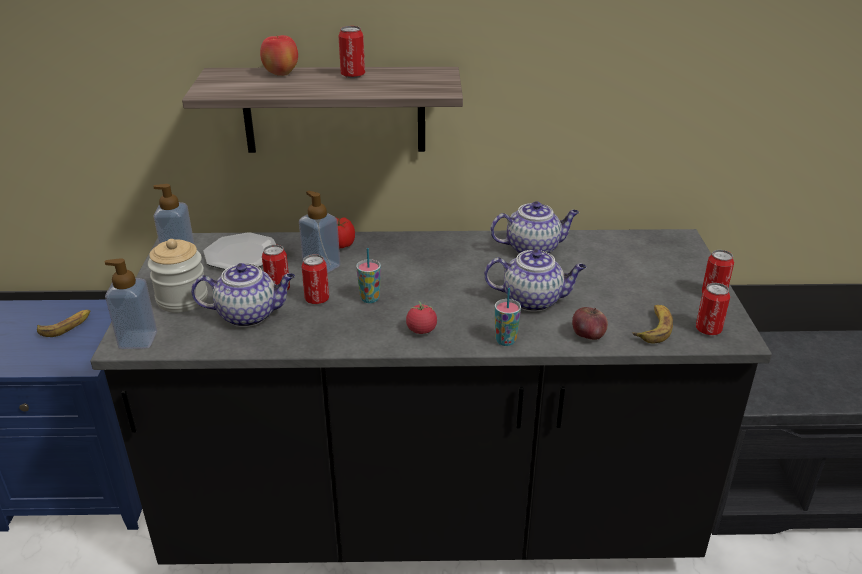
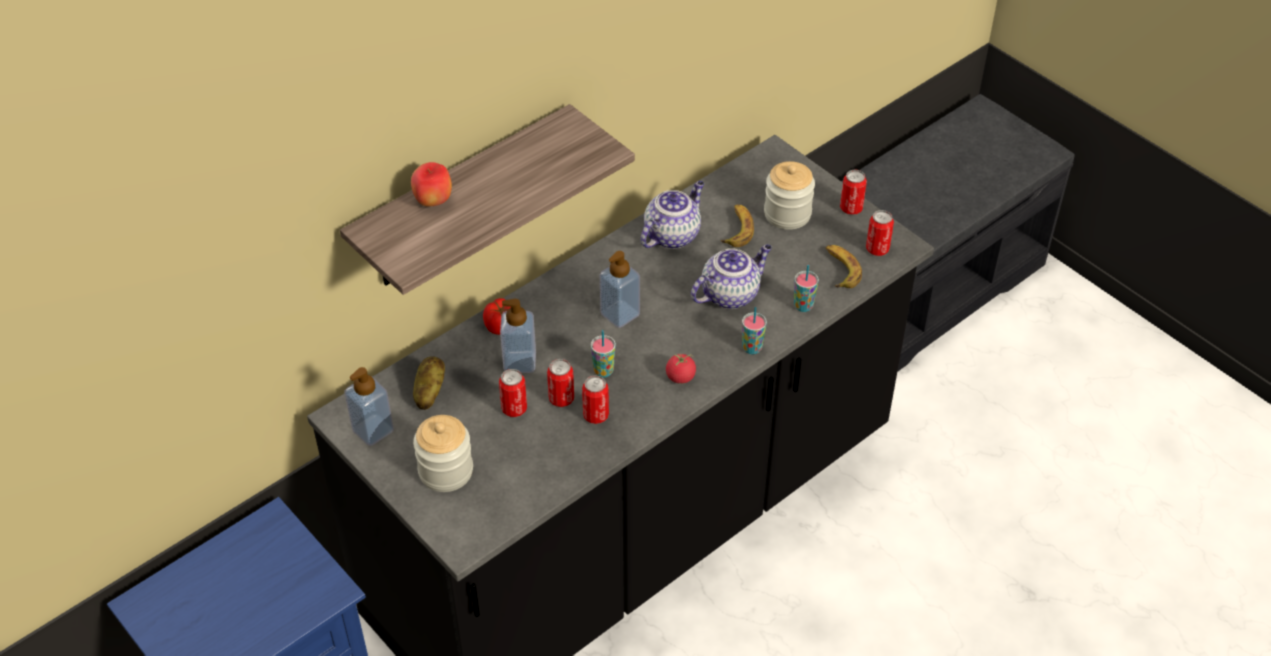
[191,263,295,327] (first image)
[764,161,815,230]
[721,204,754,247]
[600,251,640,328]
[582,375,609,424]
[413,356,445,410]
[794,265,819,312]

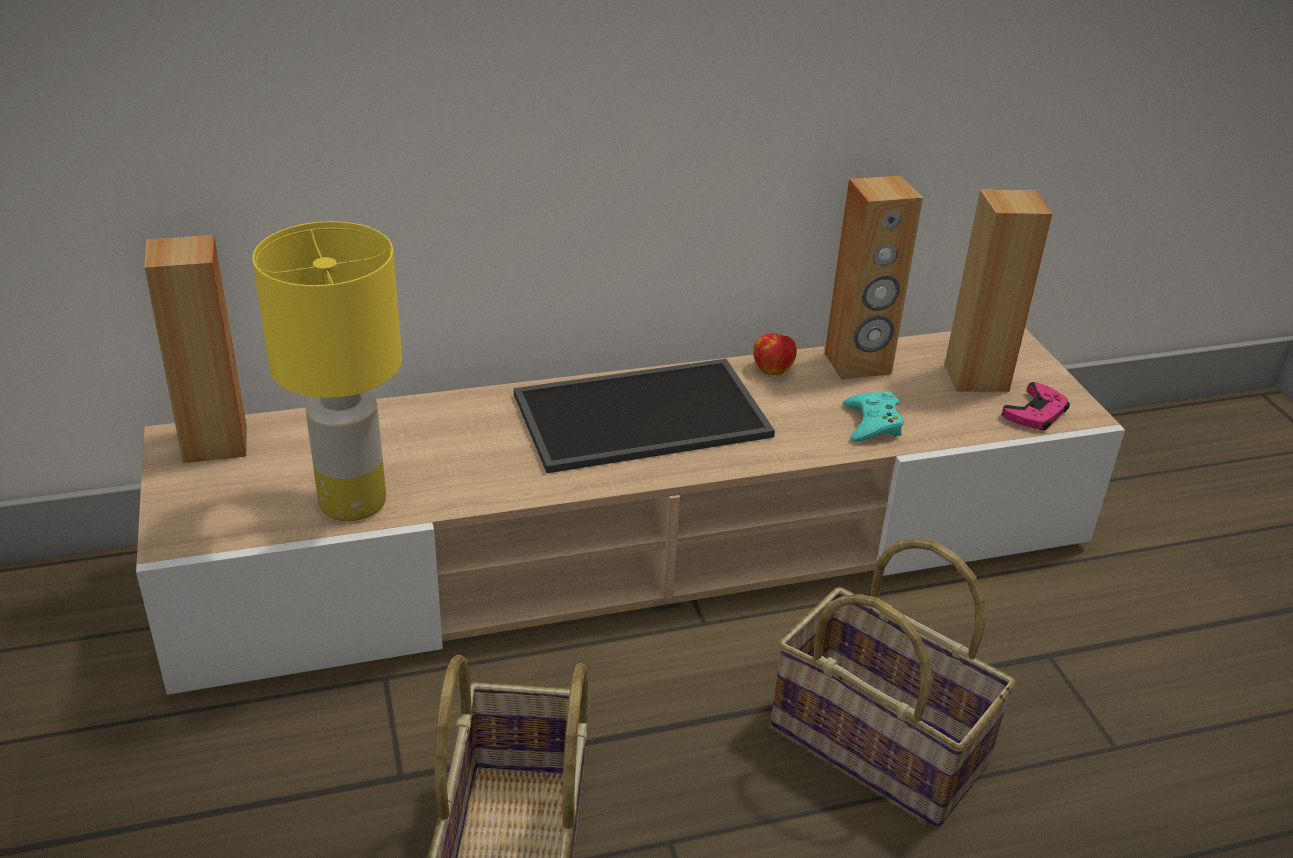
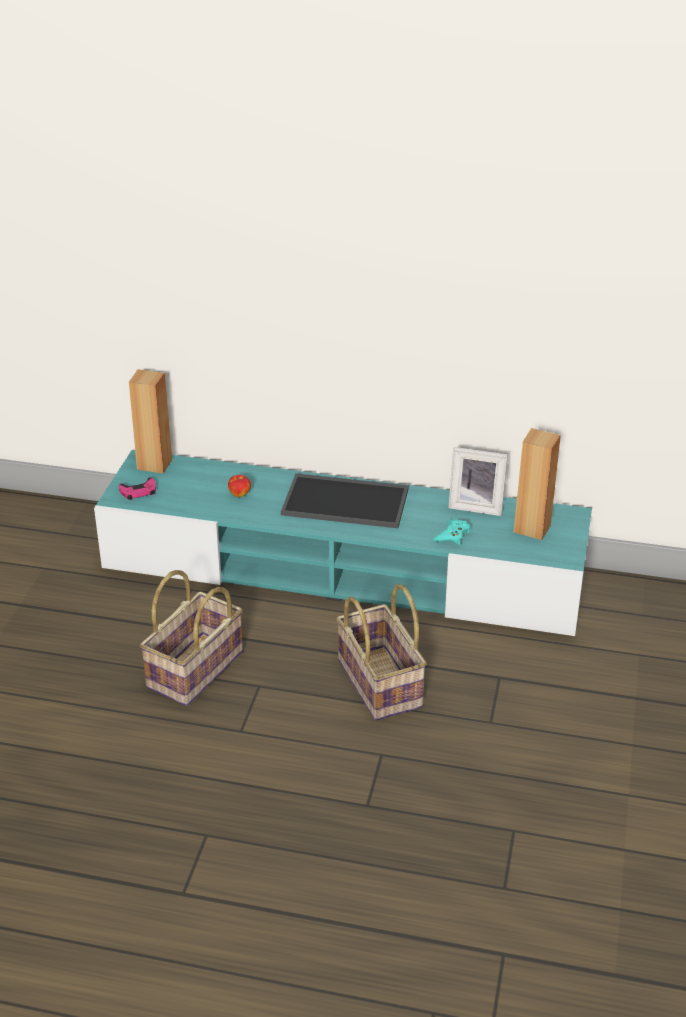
[252,221,402,521] (first image)
[228,475,251,497]
[119,477,156,500]
[448,447,508,516]
[94,450,592,636]

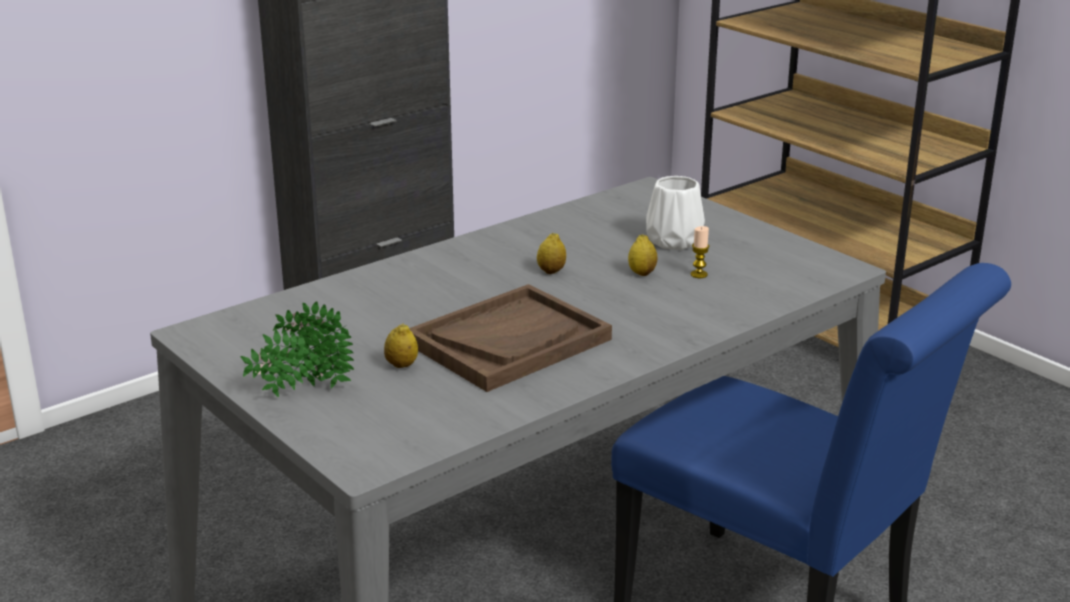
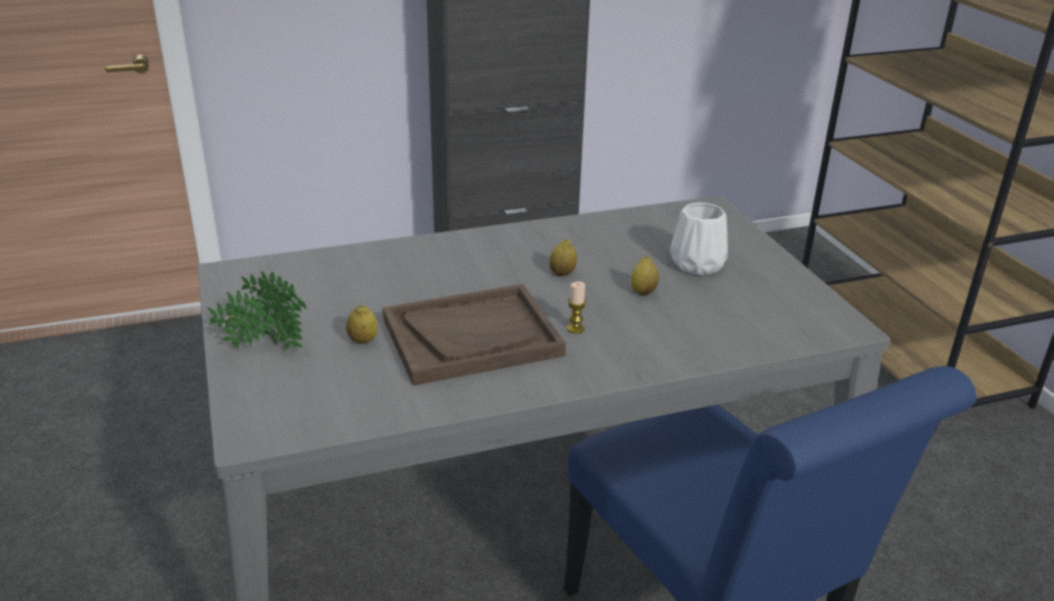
[567,282,586,334]

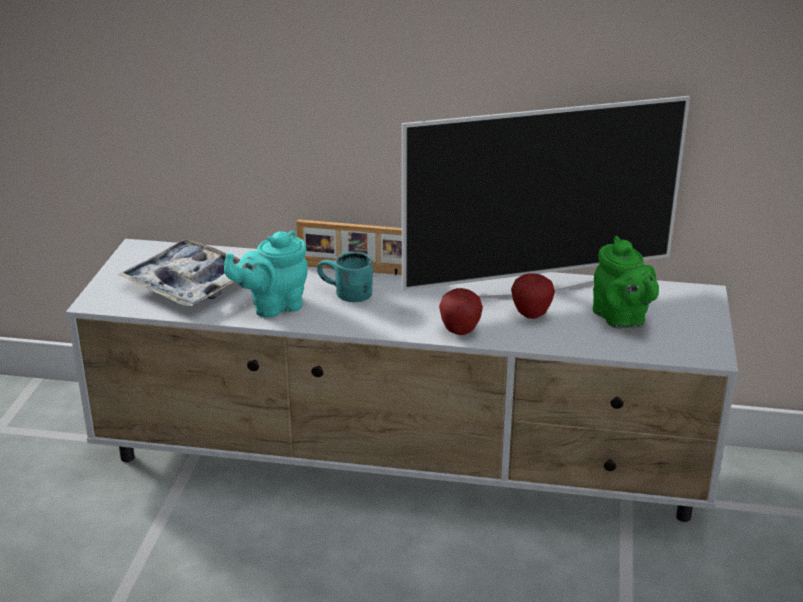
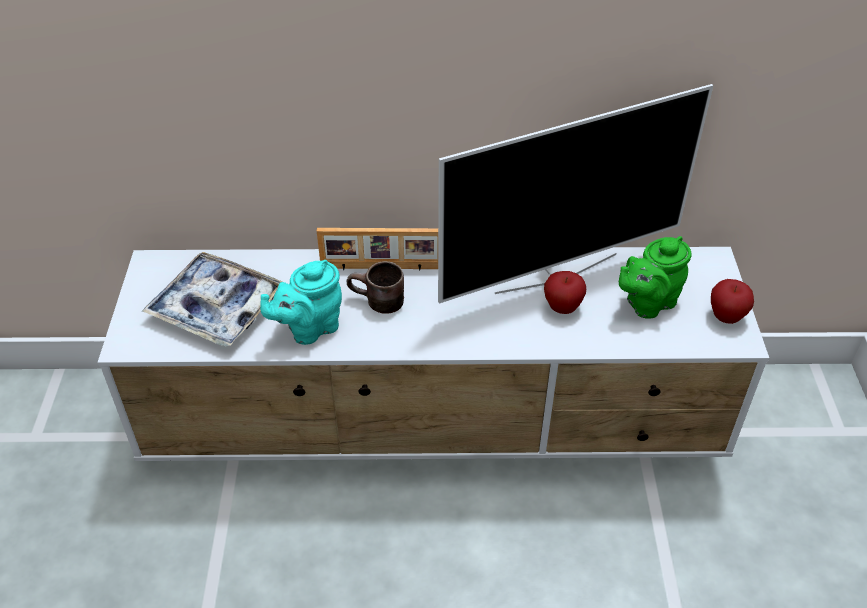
[711,279,754,324]
[347,261,404,314]
[619,236,692,319]

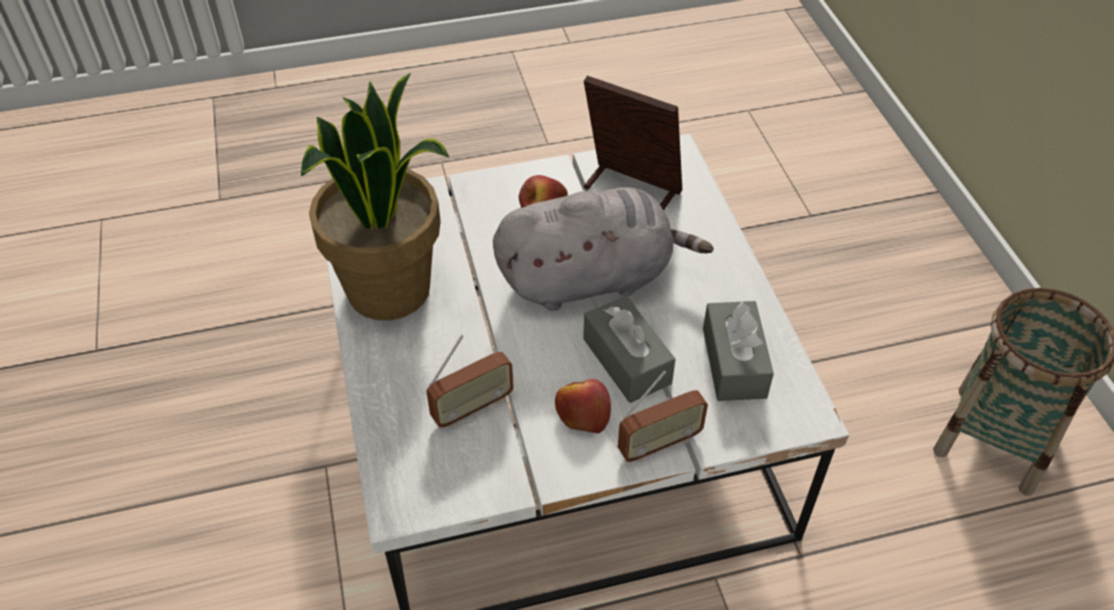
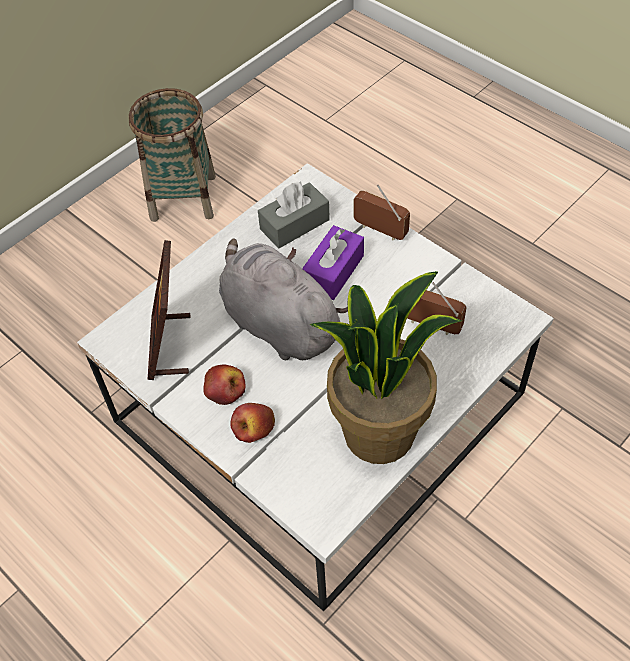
[230,403,275,443]
[302,225,364,300]

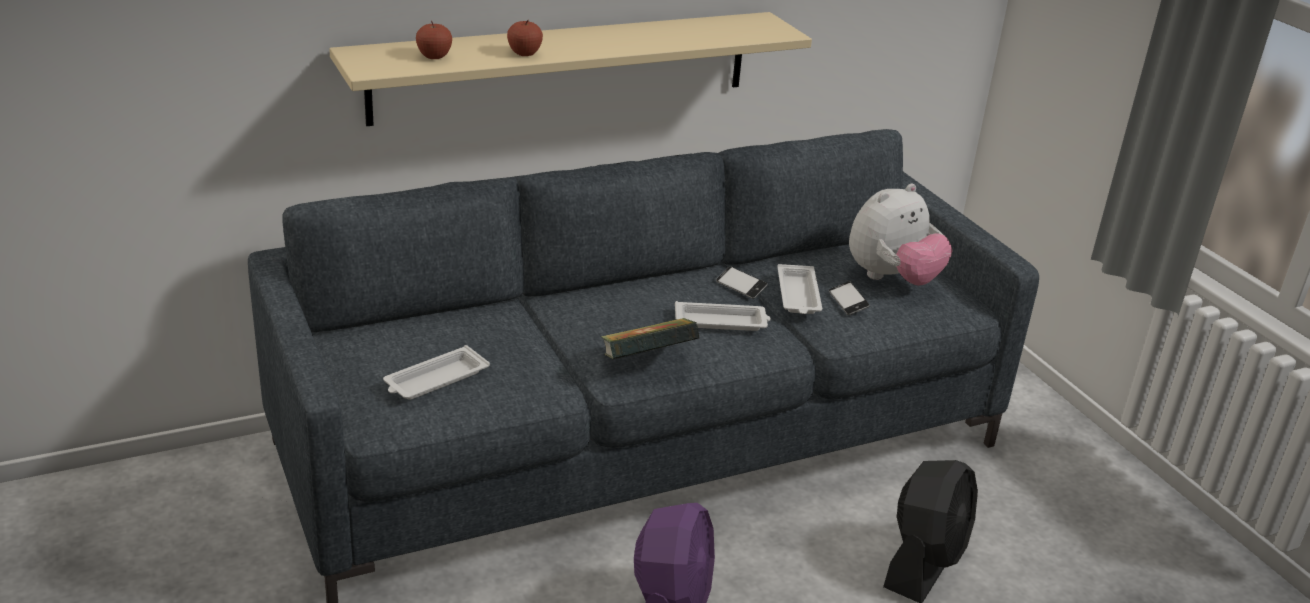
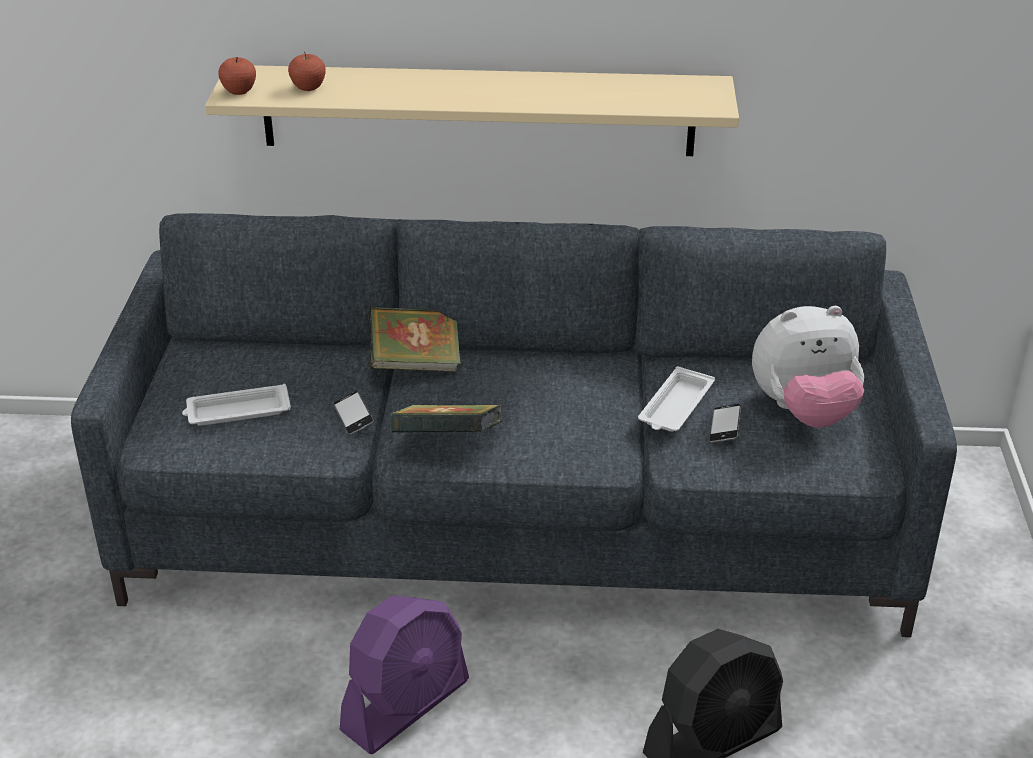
[675,301,771,331] (first image)
[368,307,461,372]
[218,57,256,95]
[334,391,374,435]

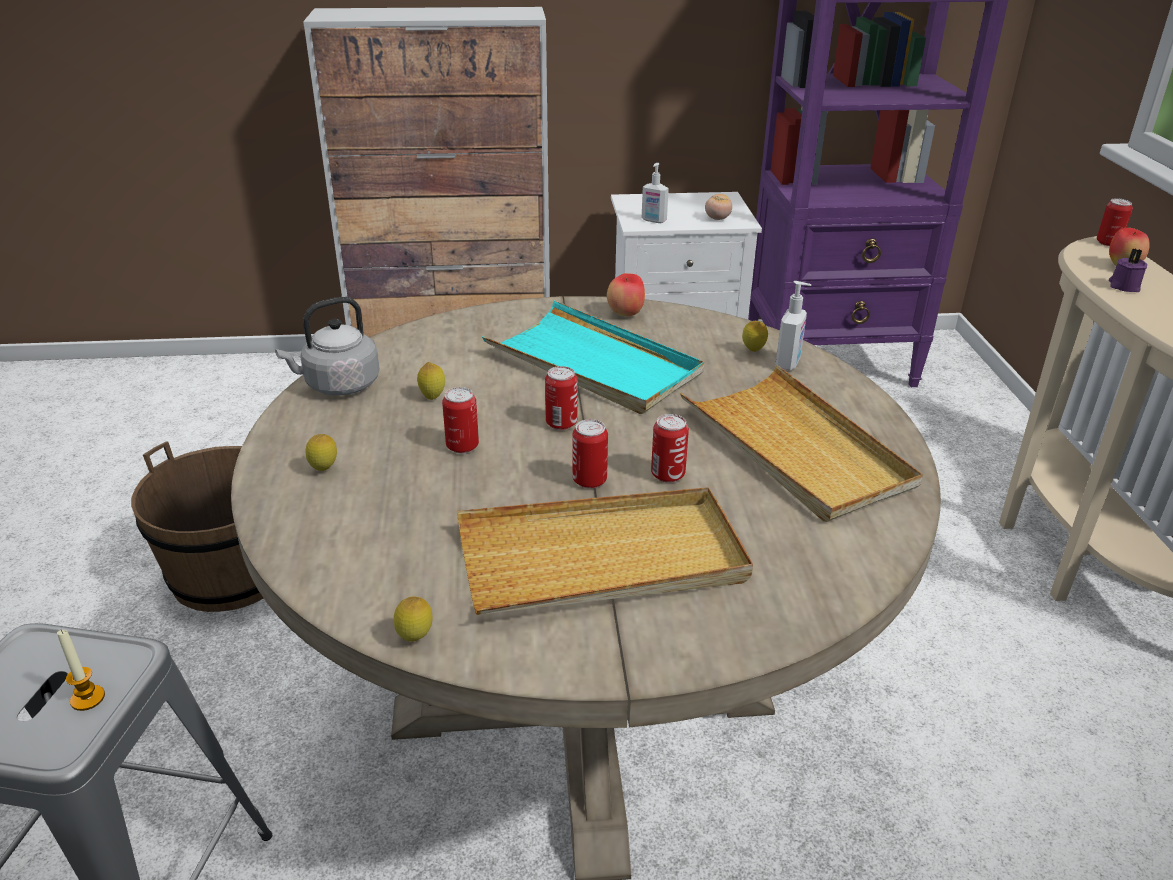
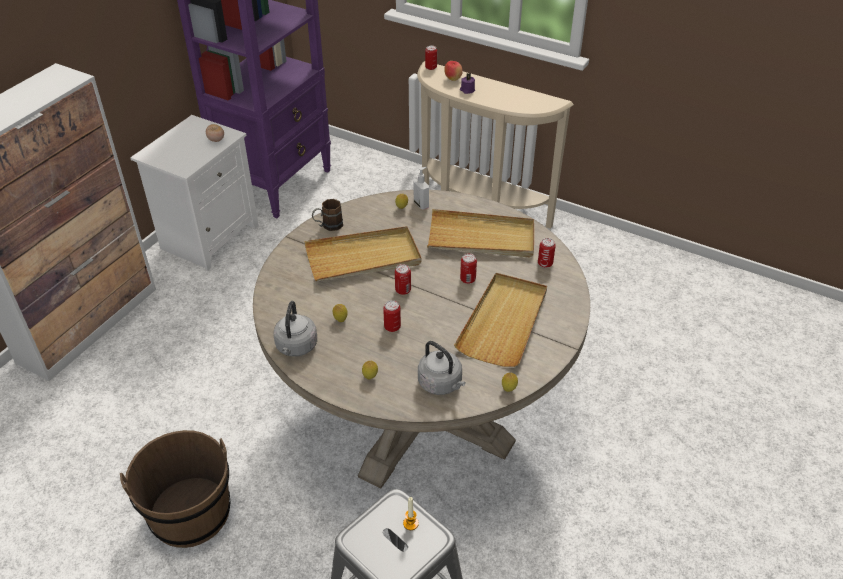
[642,163,669,223] (first image)
[418,341,466,395]
[538,238,556,268]
[312,199,343,231]
[304,226,421,281]

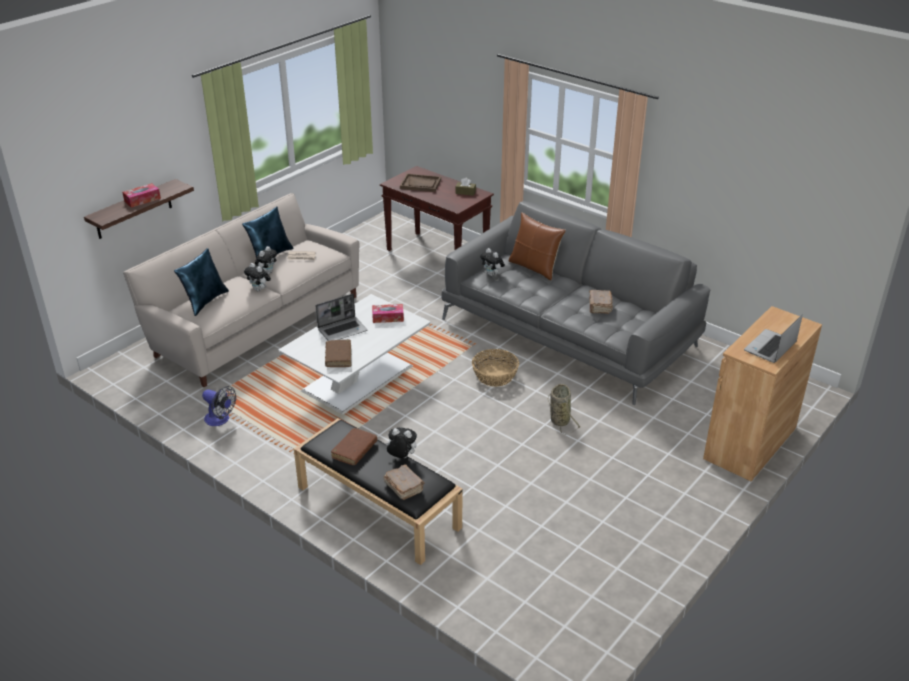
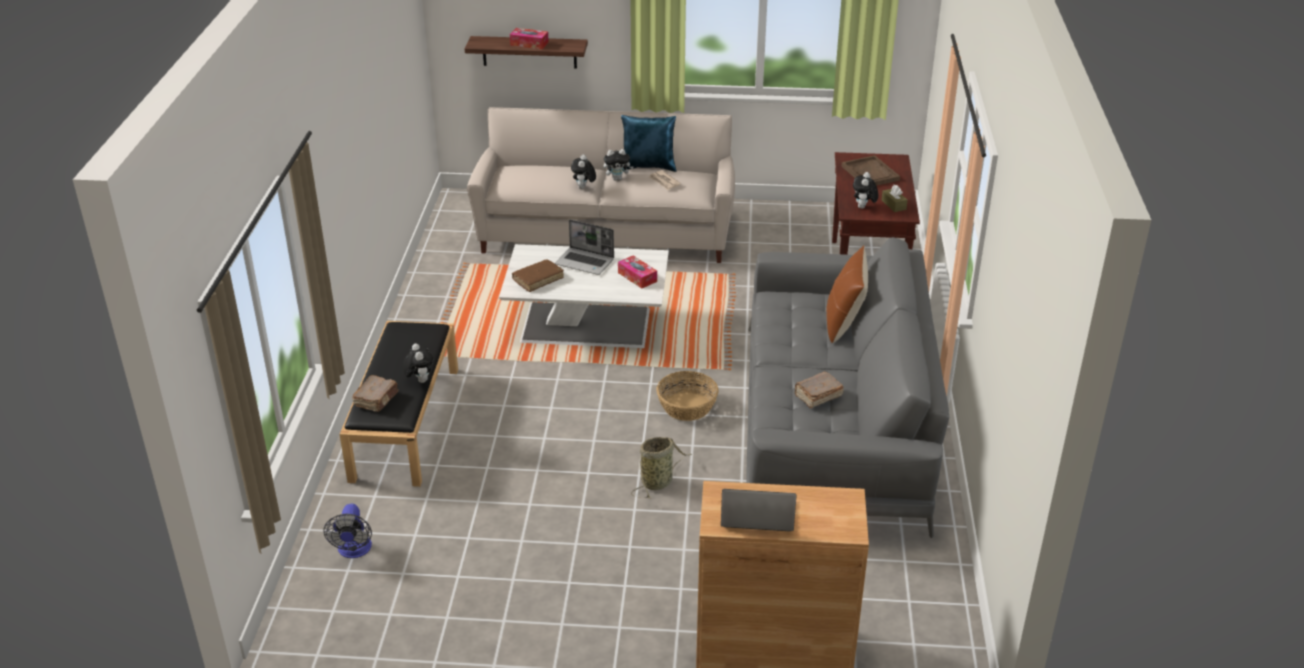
[174,248,229,316] (first image)
[331,428,377,466] (first image)
[324,504,372,558]
[853,172,878,209]

